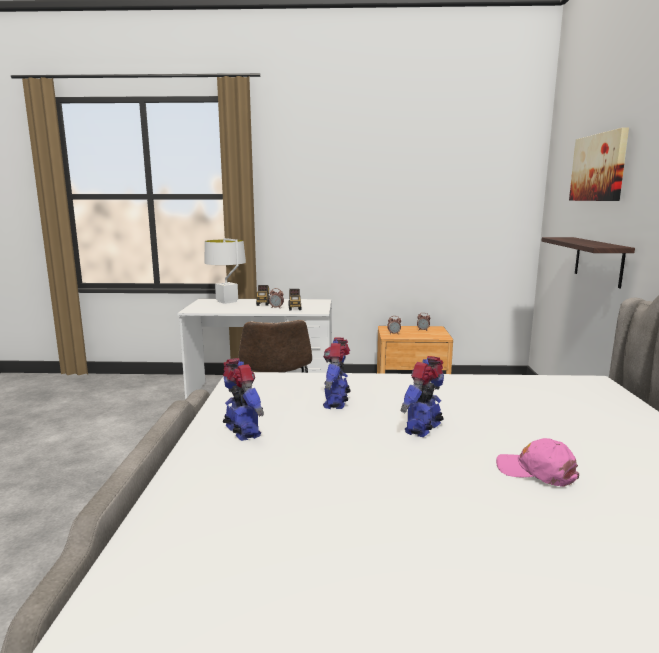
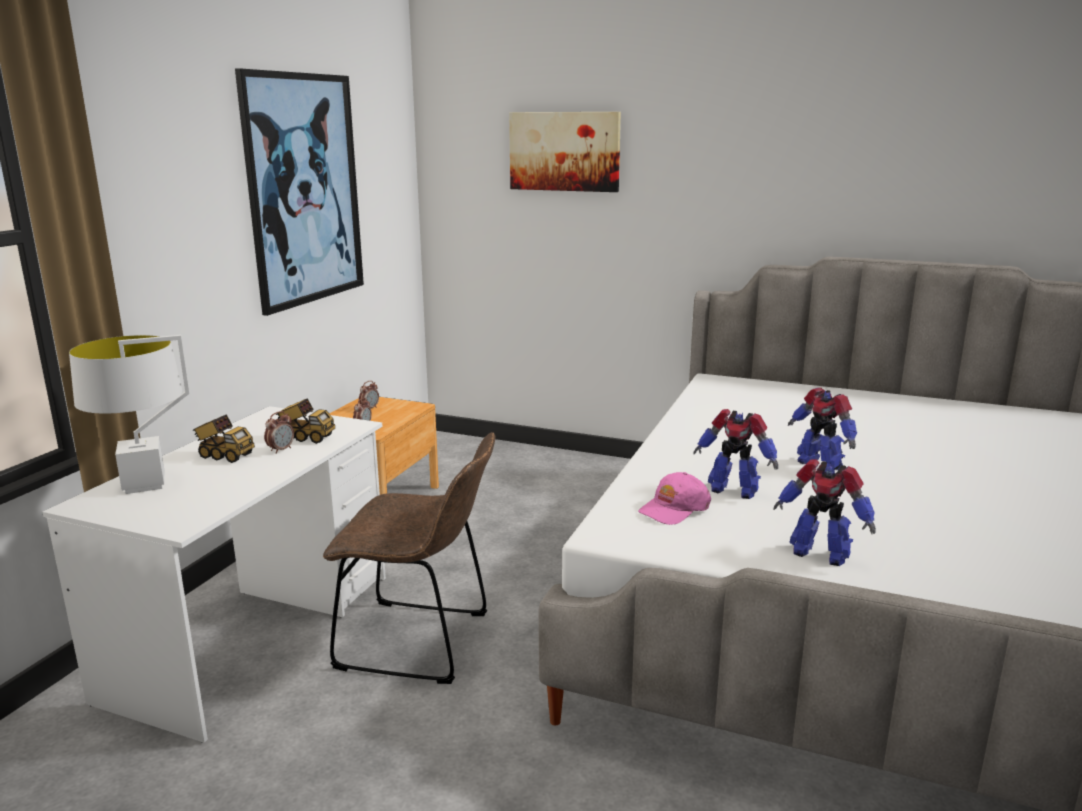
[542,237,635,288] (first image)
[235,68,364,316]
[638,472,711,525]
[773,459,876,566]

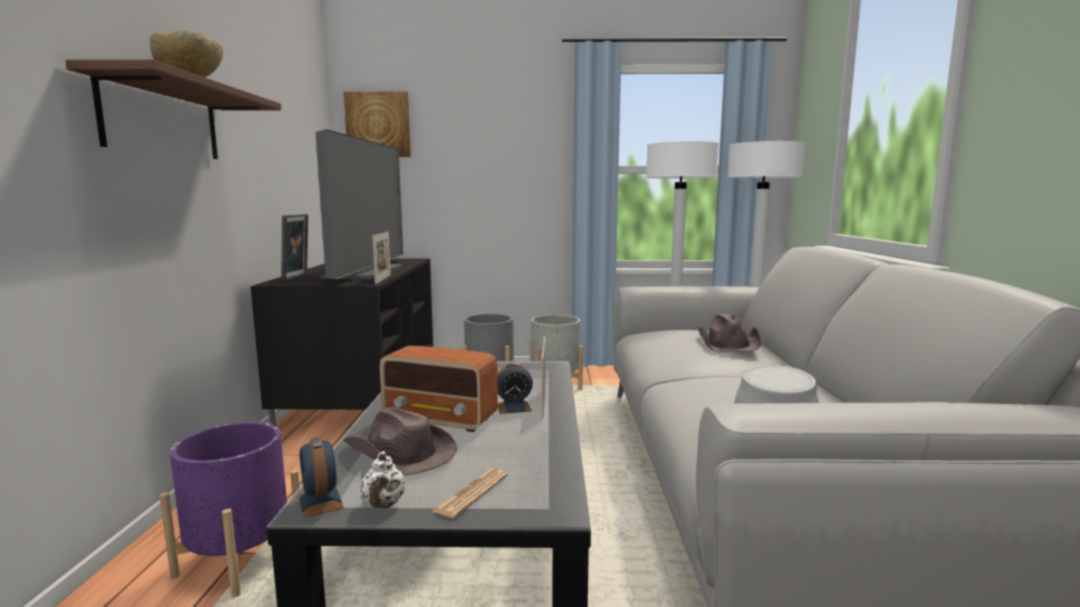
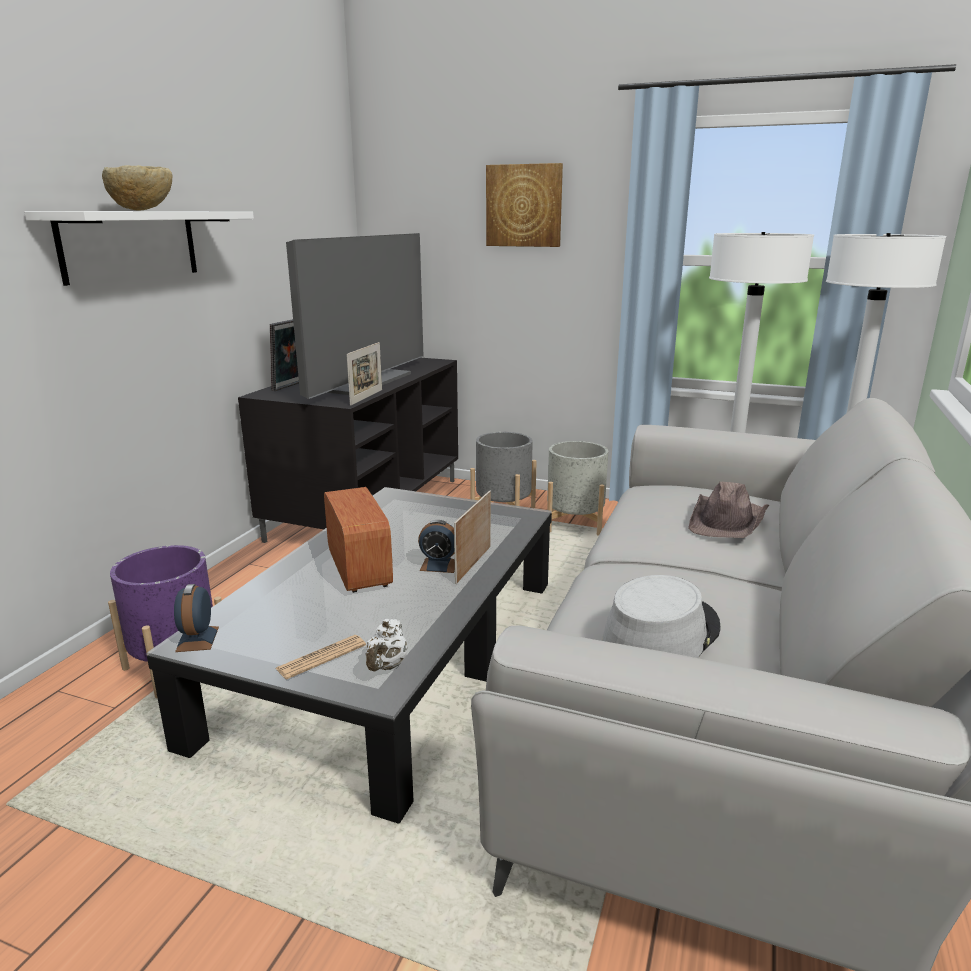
[343,407,457,476] (first image)
[486,163,563,247]
[365,619,407,672]
[24,211,254,286]
[324,487,393,593]

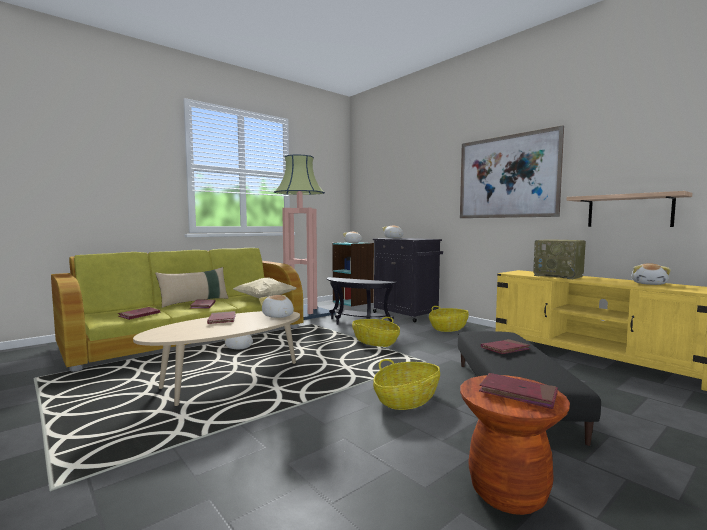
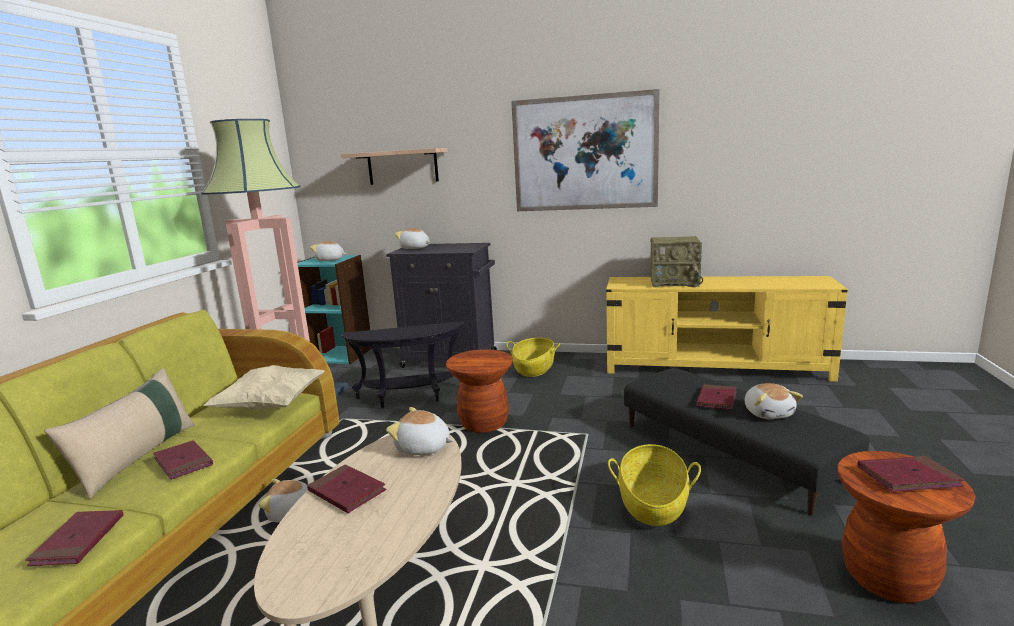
[341,148,448,185]
[744,383,803,419]
[446,349,513,433]

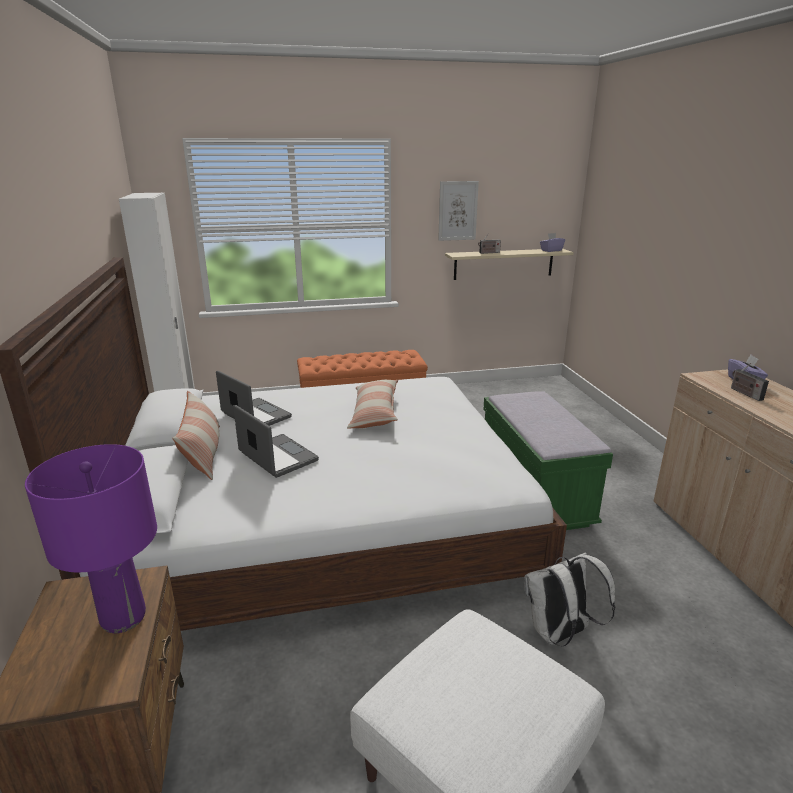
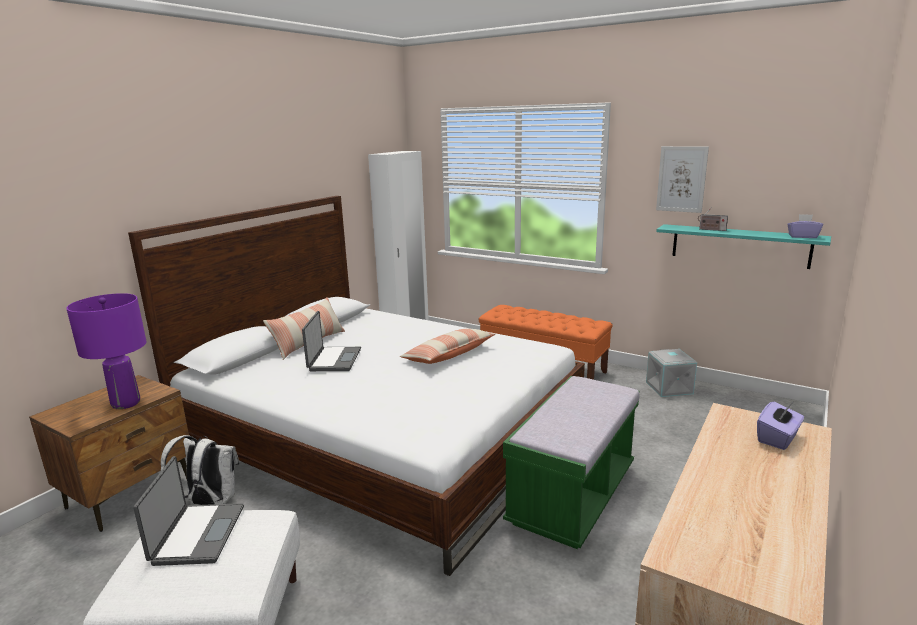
[731,363,769,401] (first image)
[646,349,697,397]
[133,456,244,566]
[161,435,239,505]
[656,224,831,269]

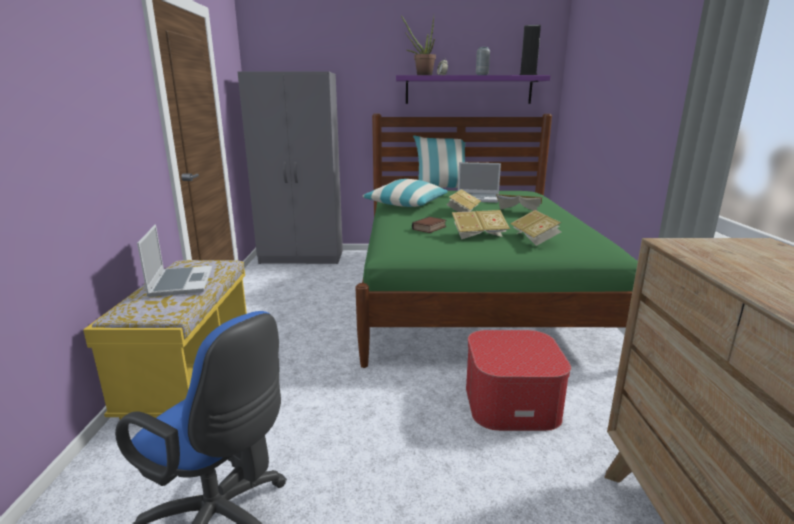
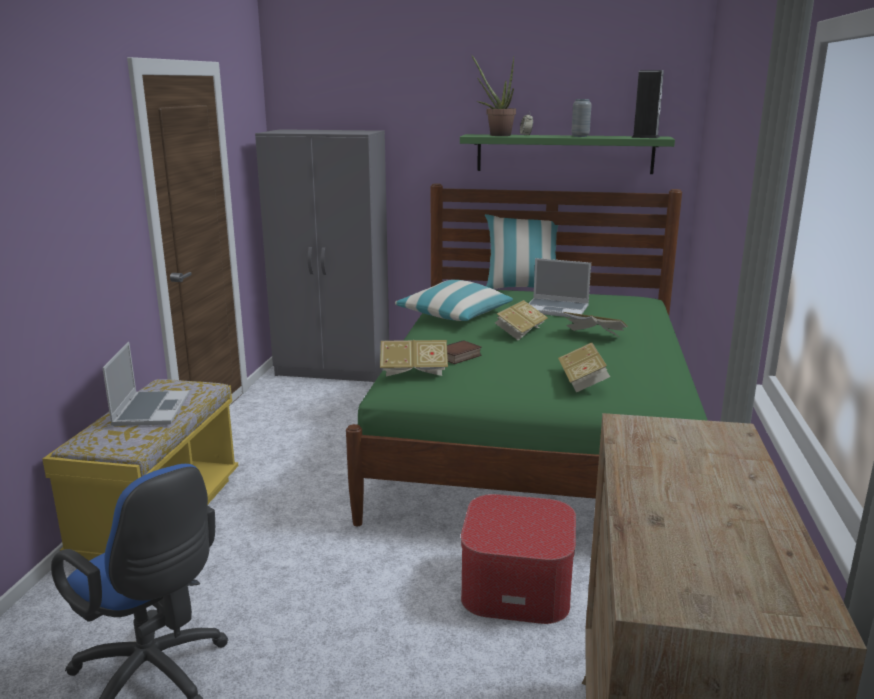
[380,340,448,377]
[460,134,675,174]

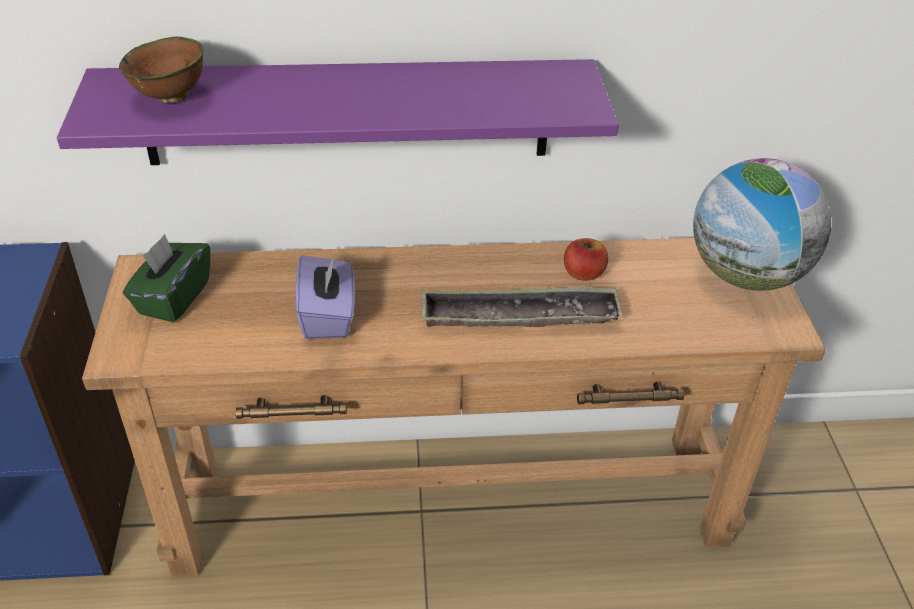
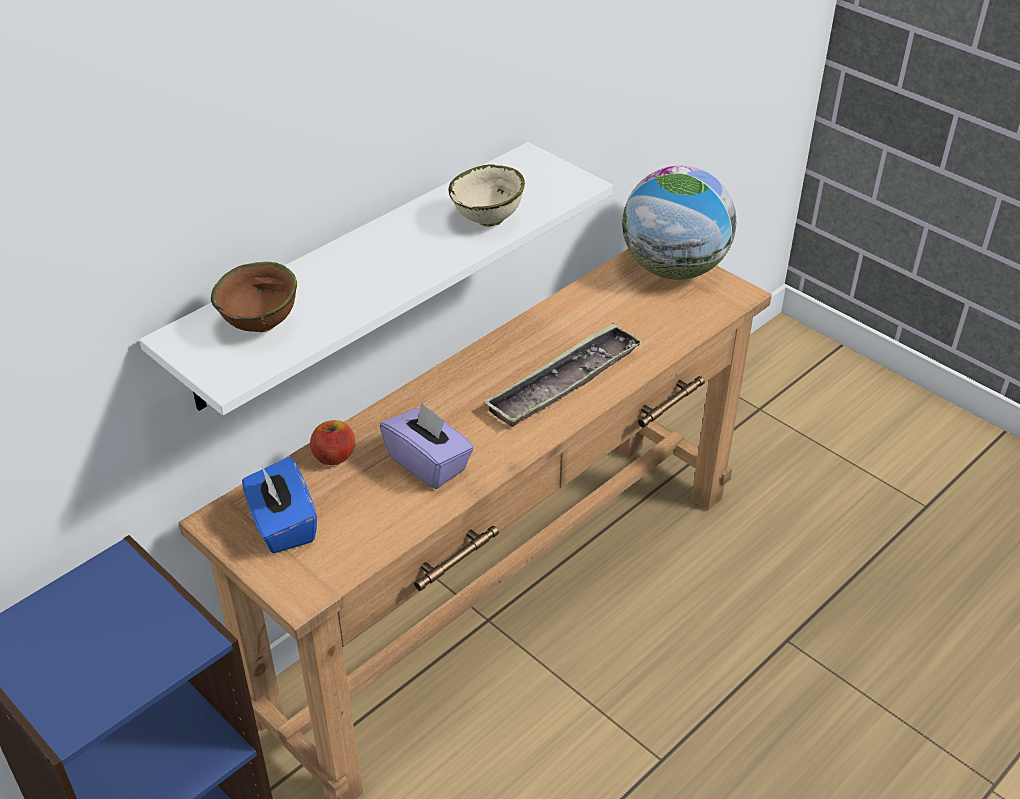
[448,164,525,227]
[310,420,355,465]
[139,142,613,415]
[242,457,317,553]

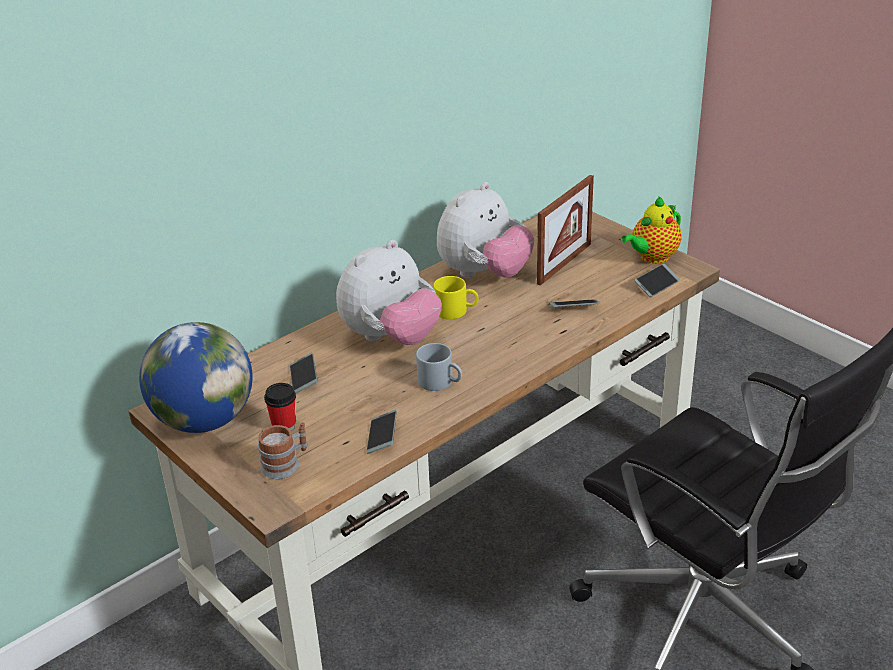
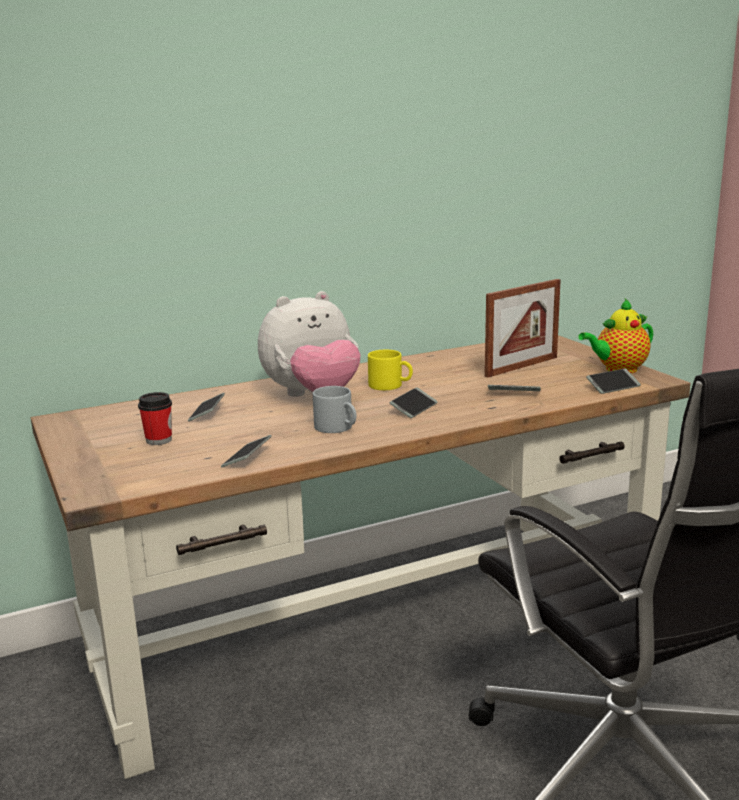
[139,322,253,433] (first image)
[258,422,308,479] (first image)
[437,182,534,278] (first image)
[390,387,438,418]

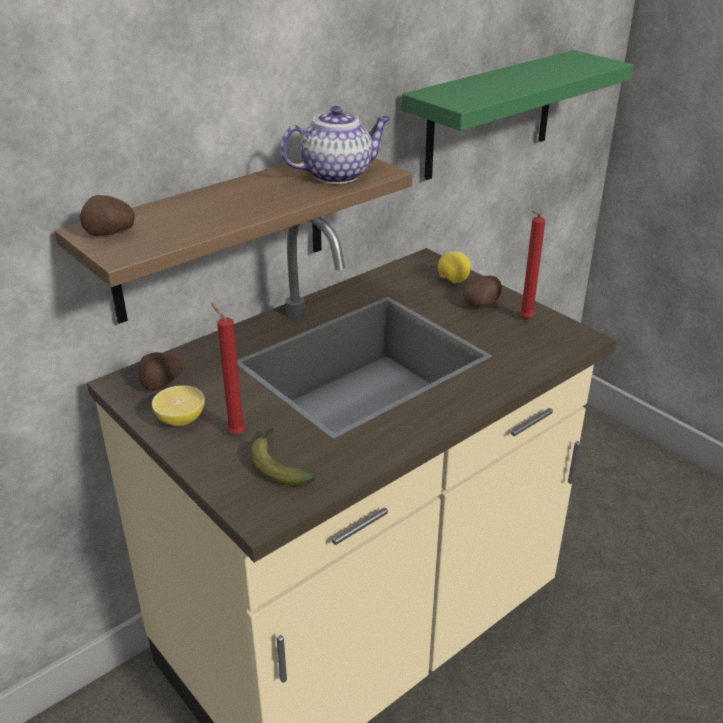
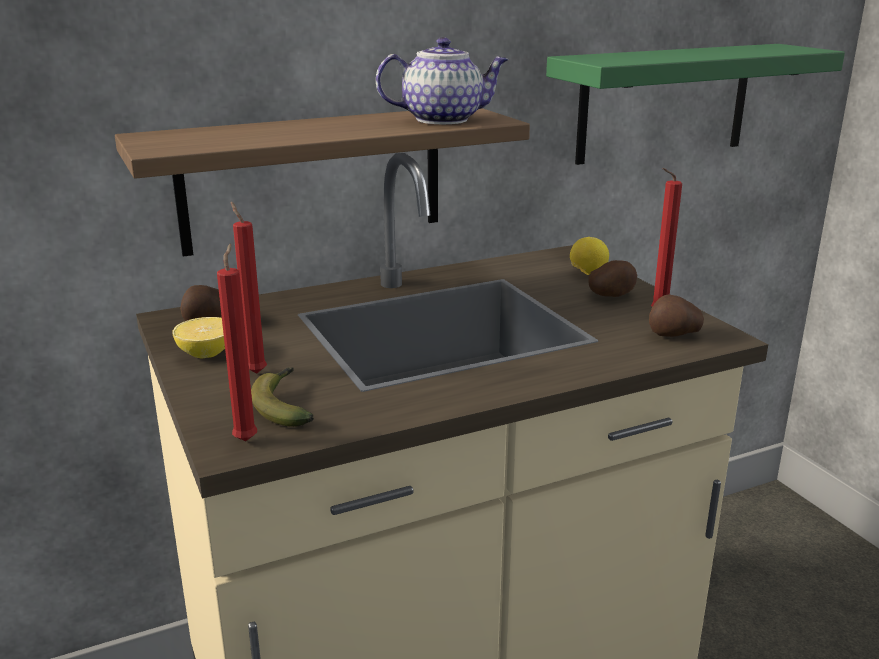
[217,243,257,441]
[649,294,704,337]

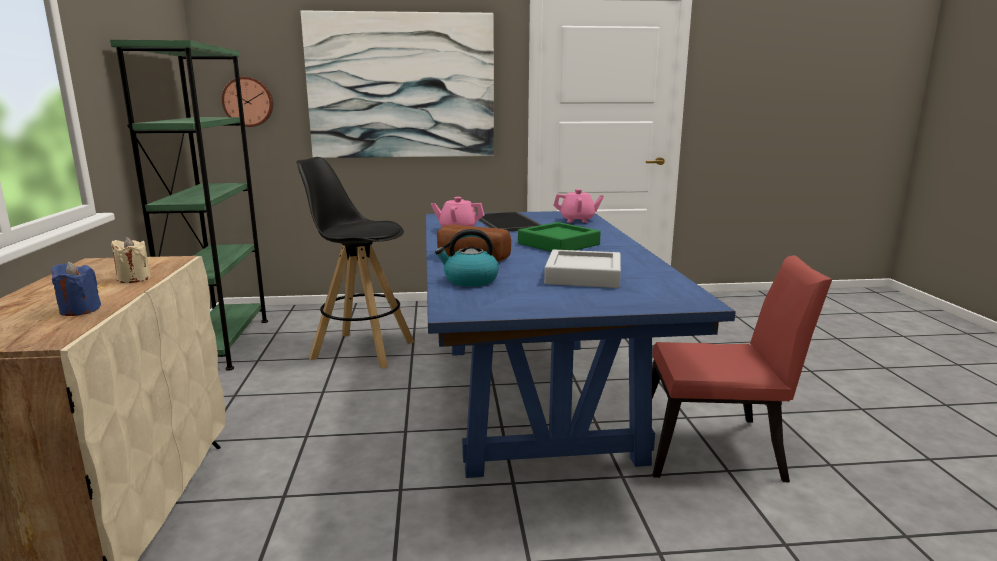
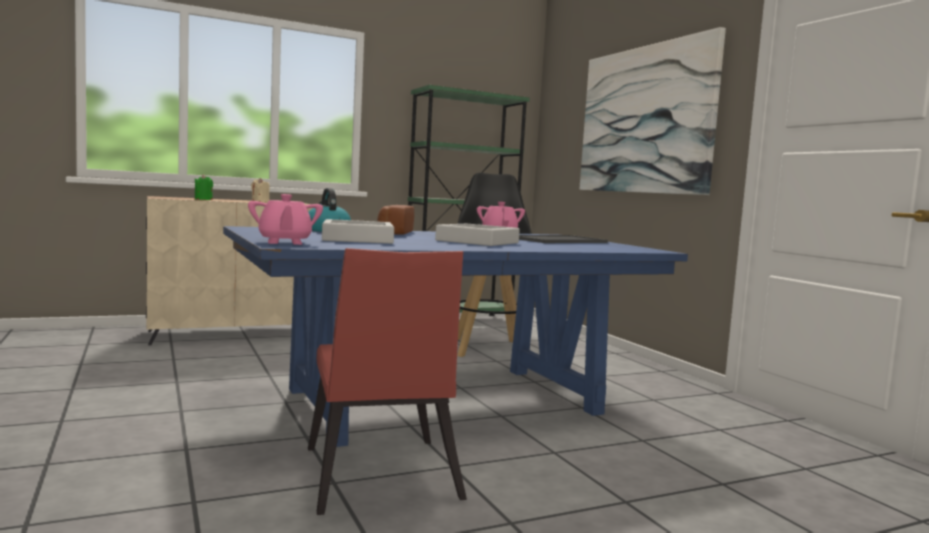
[222,77,273,127] (first image)
[248,194,323,245]
[195,175,213,200]
[435,224,520,246]

